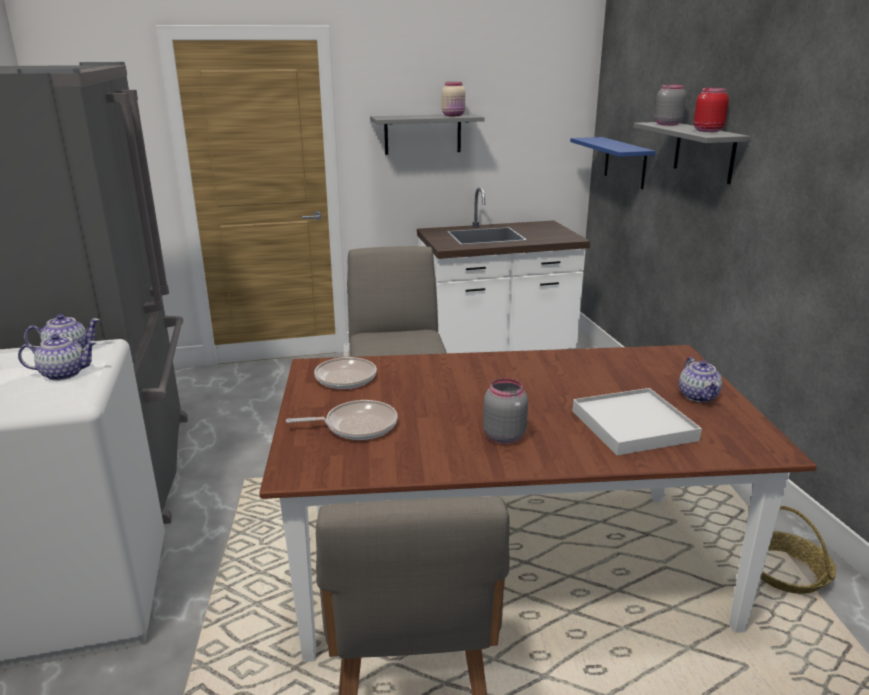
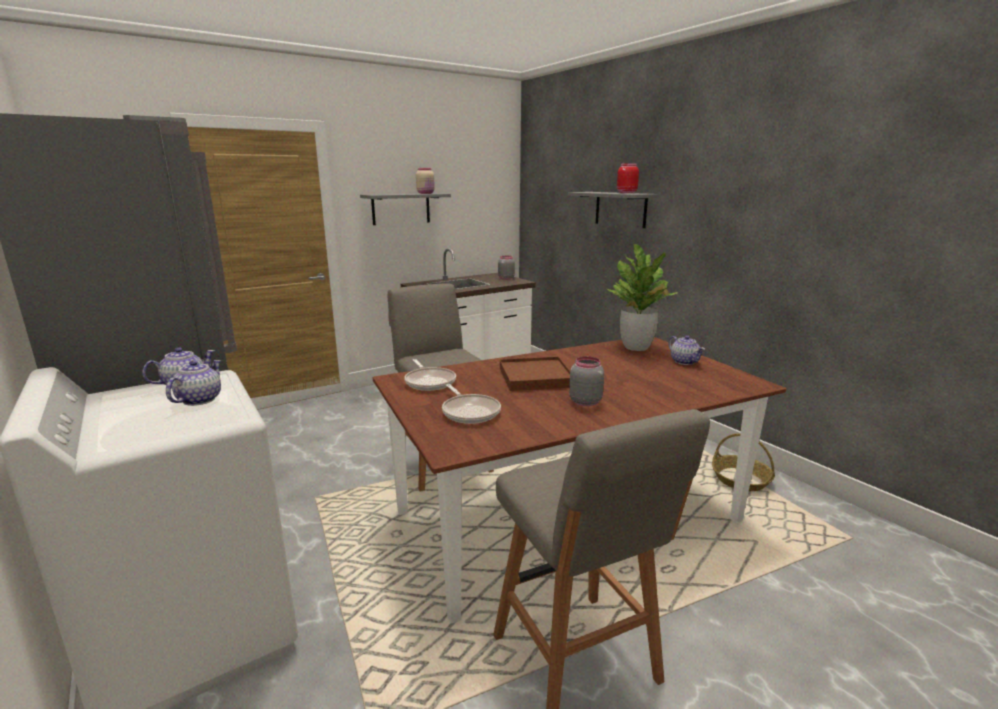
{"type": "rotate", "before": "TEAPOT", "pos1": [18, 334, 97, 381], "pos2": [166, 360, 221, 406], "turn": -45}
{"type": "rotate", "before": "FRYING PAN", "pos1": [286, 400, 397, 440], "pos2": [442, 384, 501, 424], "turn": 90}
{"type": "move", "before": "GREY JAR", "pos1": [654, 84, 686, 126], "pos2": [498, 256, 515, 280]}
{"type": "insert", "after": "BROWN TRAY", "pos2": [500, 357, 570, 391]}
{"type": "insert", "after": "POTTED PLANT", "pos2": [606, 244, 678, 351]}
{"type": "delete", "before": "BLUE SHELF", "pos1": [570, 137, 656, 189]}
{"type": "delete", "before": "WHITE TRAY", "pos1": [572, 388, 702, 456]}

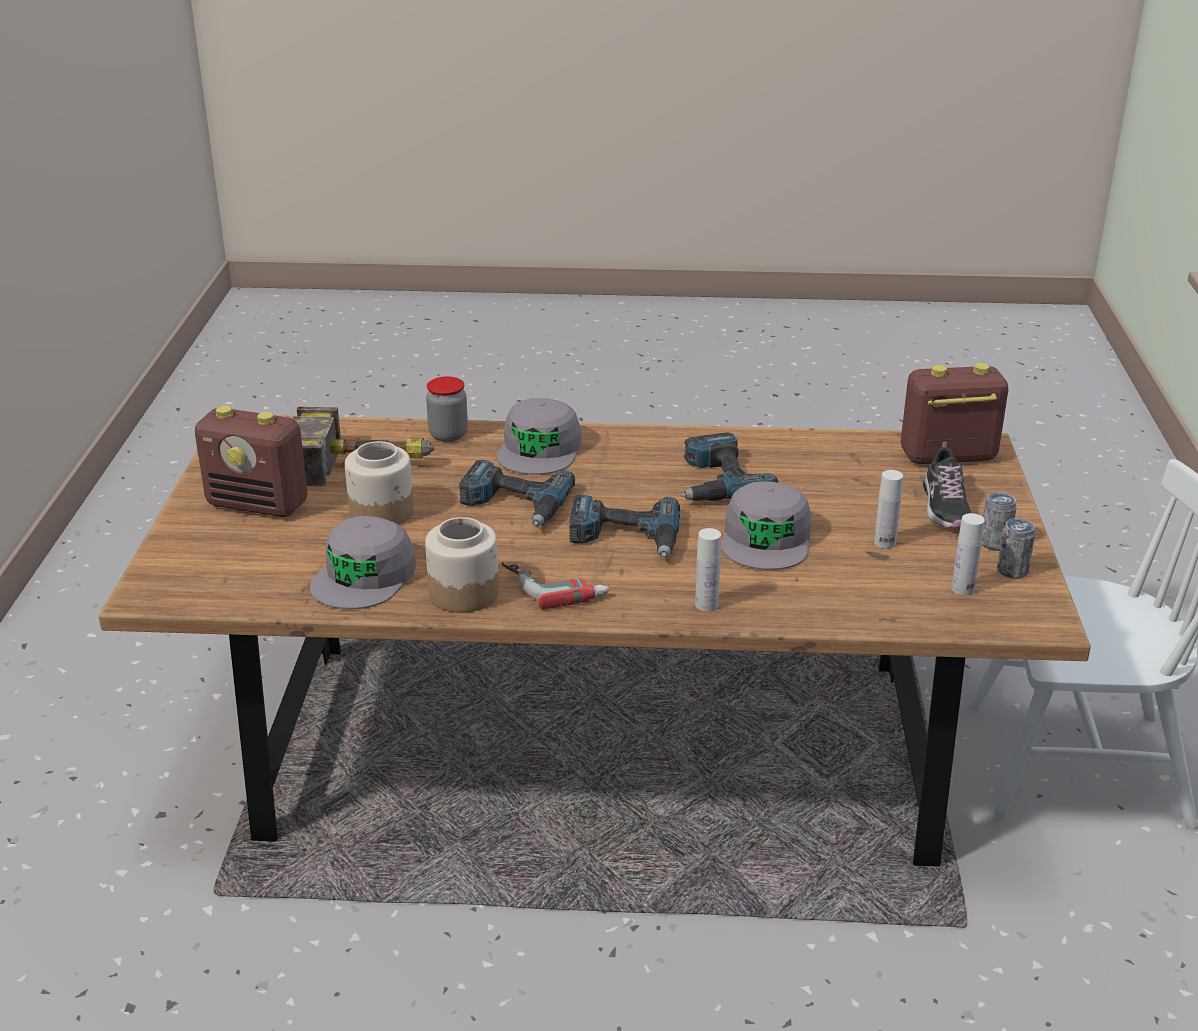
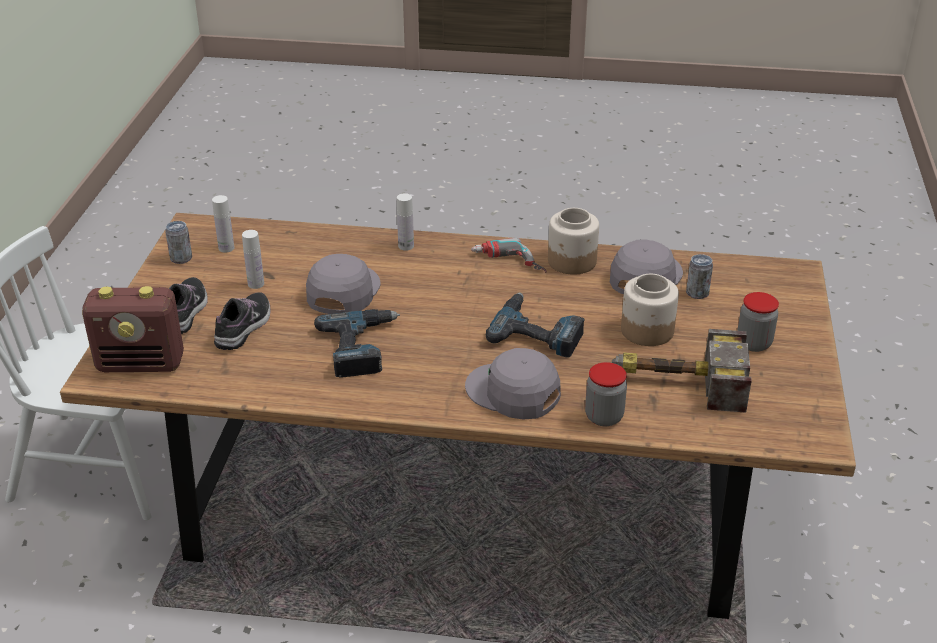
{"type": "insert", "after": "SHOE", "pos2": [214, 292, 270, 350]}
{"type": "rotate", "before": "GREY CAP", "pos1": [497, 398, 582, 475], "pos2": [465, 348, 561, 420], "turn": -75}
{"type": "move", "before": "CAN", "pos1": [982, 492, 1017, 551], "pos2": [686, 254, 713, 299]}
{"type": "replace", "before": "RADIO", "after": "JAR", "pos1": [194, 406, 307, 517], "pos2": [737, 292, 779, 352]}
{"type": "delete", "before": "POWER DRILL", "pos1": [569, 495, 680, 558]}

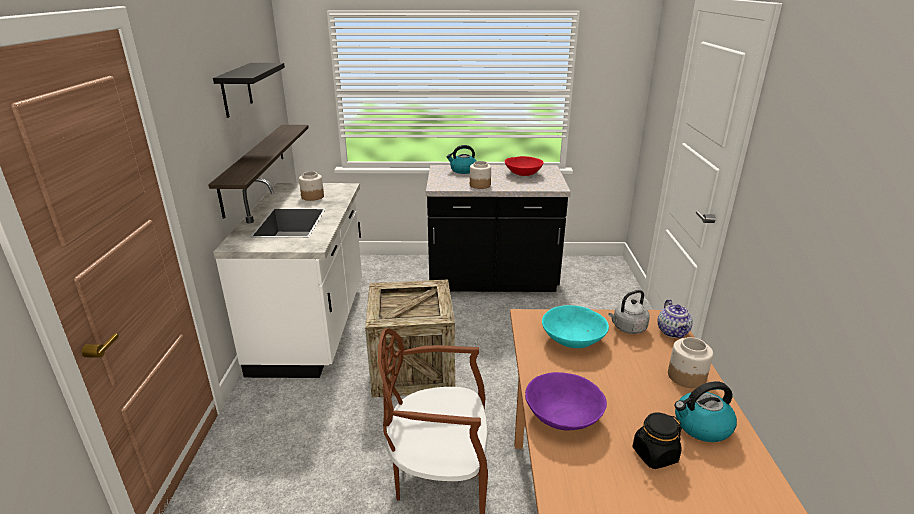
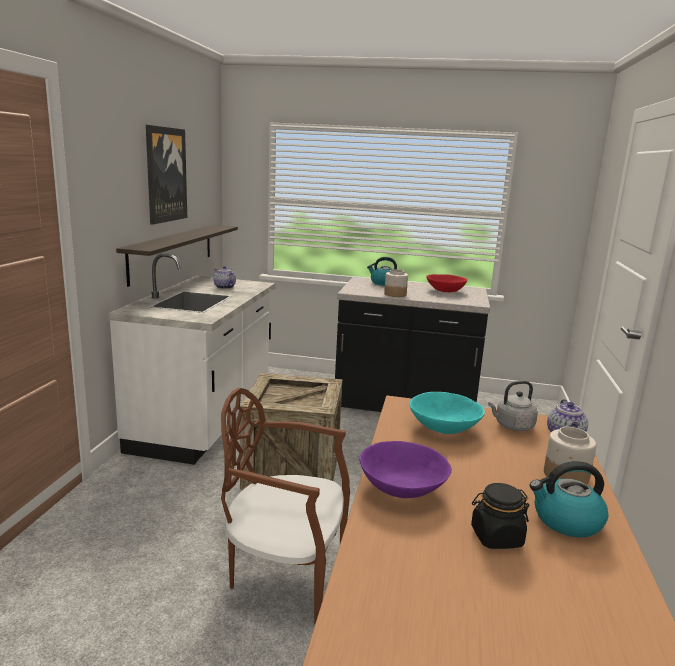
{"type": "replace", "before": "BLACK SHELF", "after": "PICTURE", "pos1": [213, 63, 285, 118], "pos2": [146, 125, 187, 225]}
{"type": "replace", "before": "JAR", "after": "TEAPOT", "pos1": [299, 172, 324, 201], "pos2": [214, 266, 236, 289]}

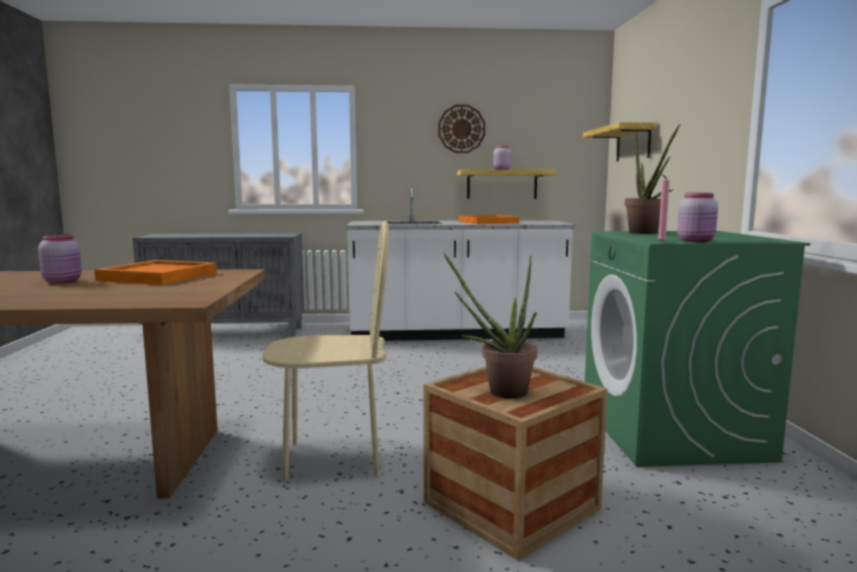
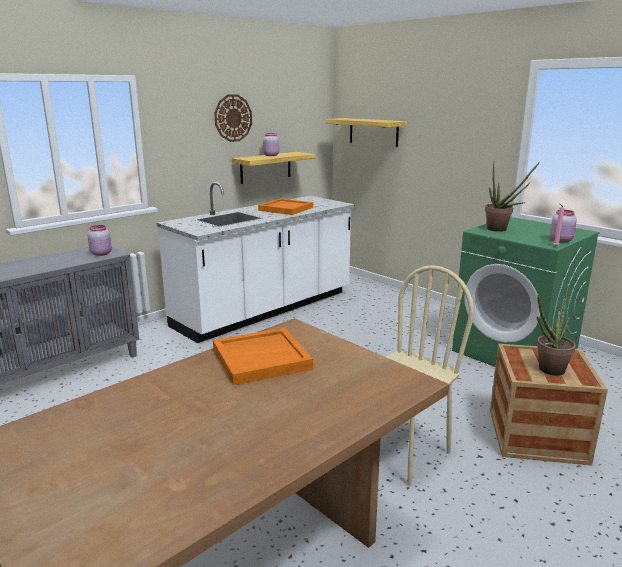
{"type": "move", "before": "PINK JAR", "pos1": [38, 234, 82, 284], "pos2": [88, 225, 112, 256]}

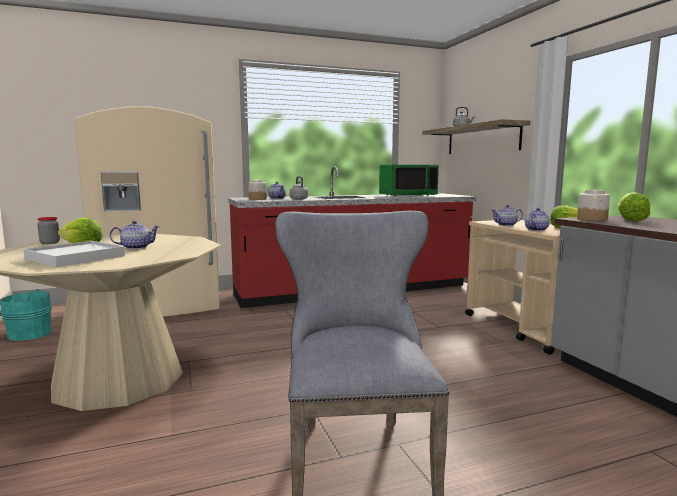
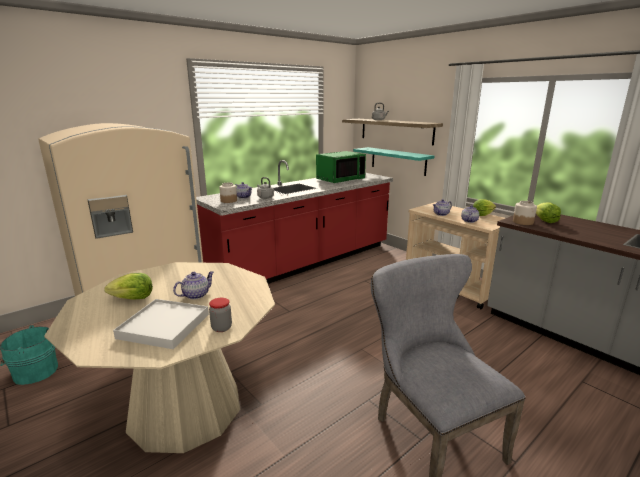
{"type": "move", "before": "JAR", "pos1": [37, 217, 60, 244], "pos2": [209, 298, 232, 332]}
{"type": "insert", "after": "TURQUOISE SHELF", "pos2": [353, 147, 434, 176]}

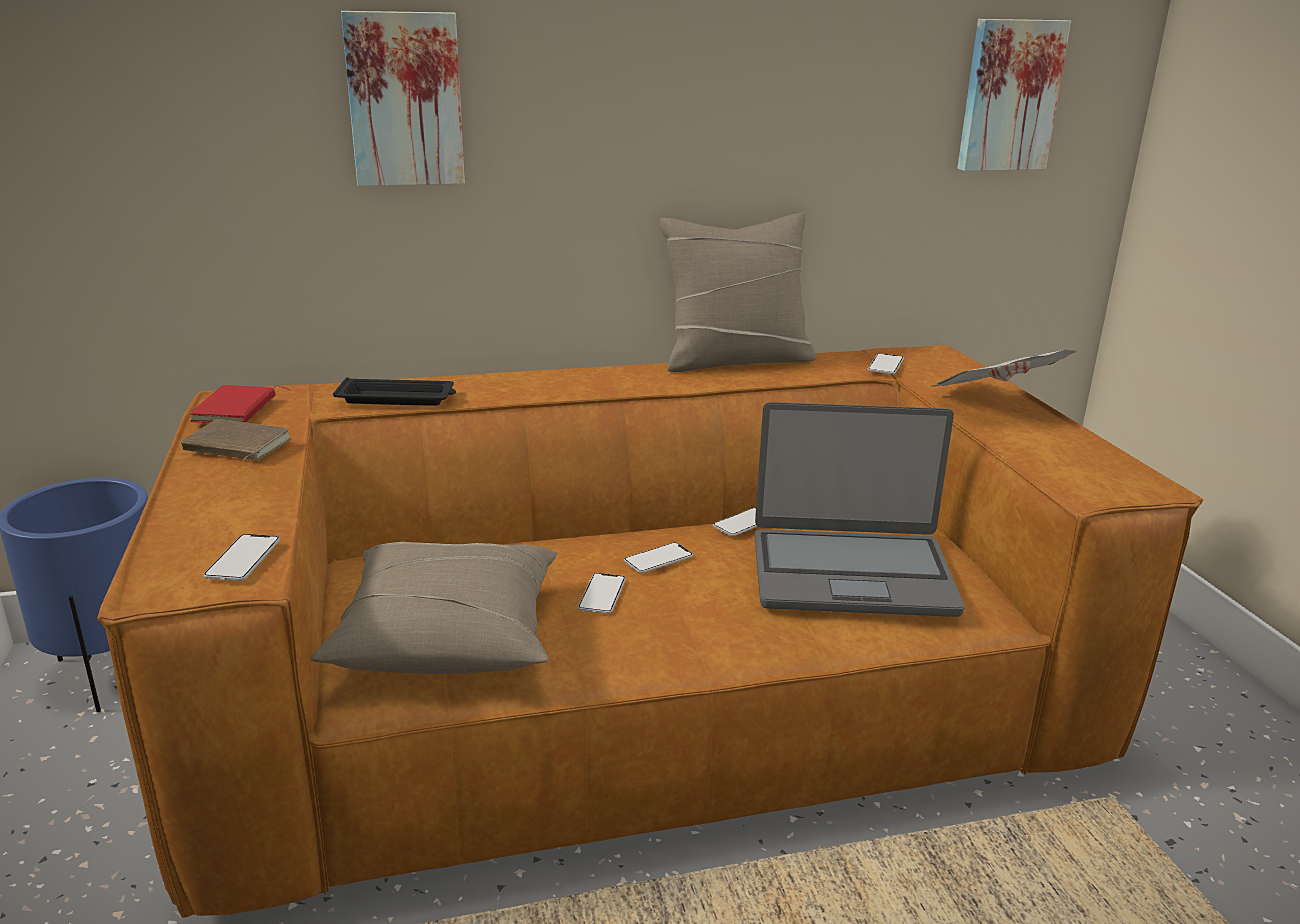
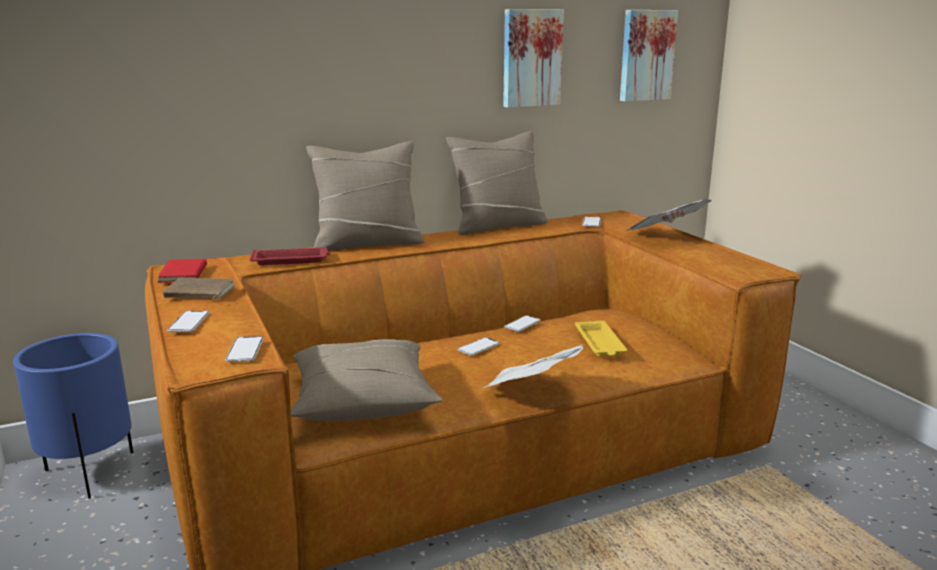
{"type": "move", "before": "PHONE", "pos1": [578, 573, 626, 614], "pos2": [167, 311, 210, 332]}
{"type": "recolor", "before": "BLACK TRAY", "after": "RED TRAY", "pos1": [333, 377, 456, 406], "pos2": [250, 247, 331, 265]}
{"type": "insert", "after": "BEIGE PILLOW", "pos2": [306, 141, 424, 251]}
{"type": "insert", "after": "NEWSPAPER", "pos2": [483, 344, 584, 388]}
{"type": "move", "before": "PICTURE", "pos1": [341, 11, 465, 186], "pos2": [503, 9, 564, 108]}
{"type": "replace", "before": "LAPTOP", "after": "YELLOW TRAY", "pos1": [755, 402, 964, 617], "pos2": [575, 321, 627, 357]}

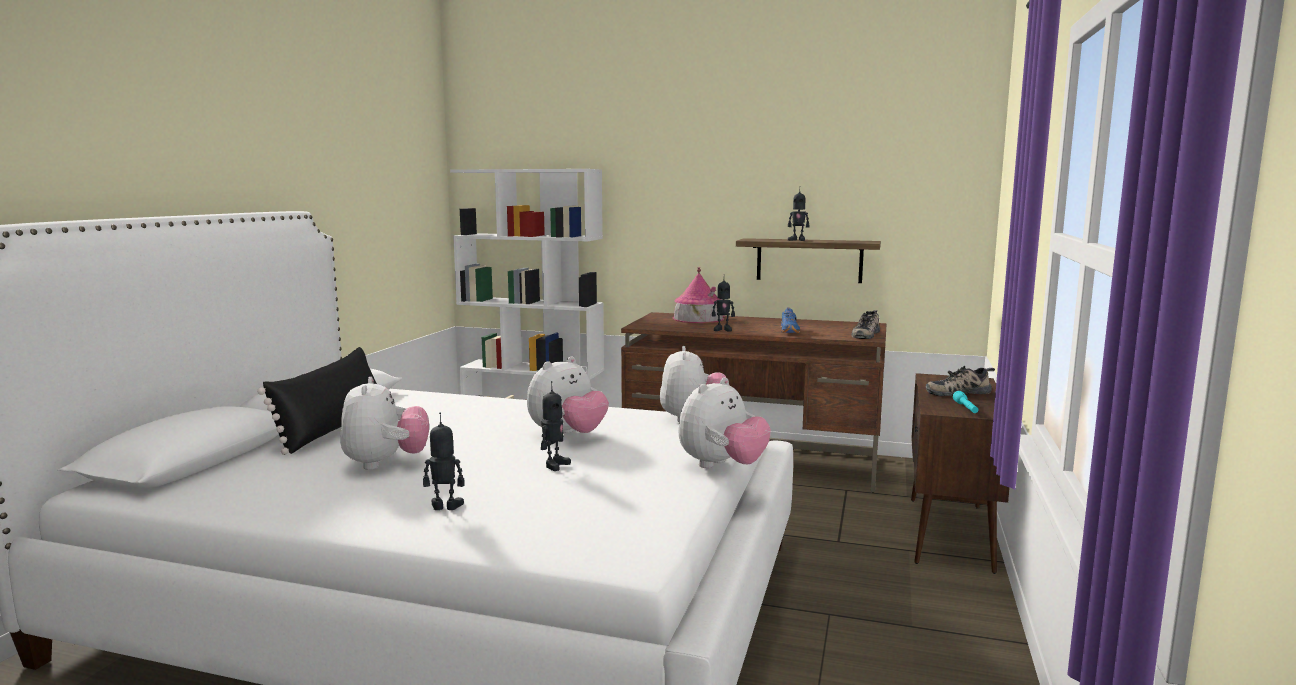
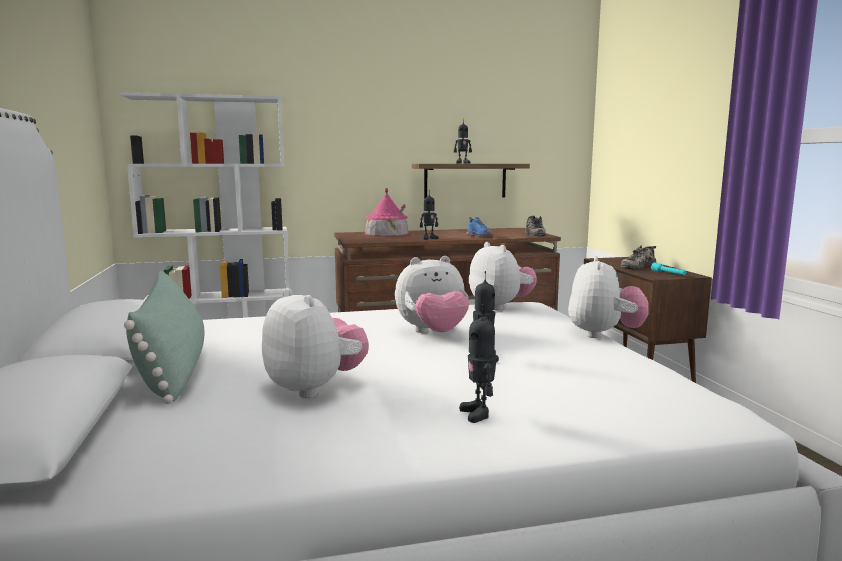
{"type": "recolor", "before": "BLACK PILLOW", "after": "GREEN PILLOW", "pos1": [257, 347, 377, 455], "pos2": [124, 271, 204, 404]}
{"type": "rotate", "before": "PLUSH TOY", "pos1": [527, 356, 609, 433], "pos2": [395, 256, 469, 333], "turn": 60}
{"type": "rotate", "before": "TOY ROBOT", "pos1": [423, 412, 465, 510], "pos2": [459, 304, 496, 423], "turn": -75}

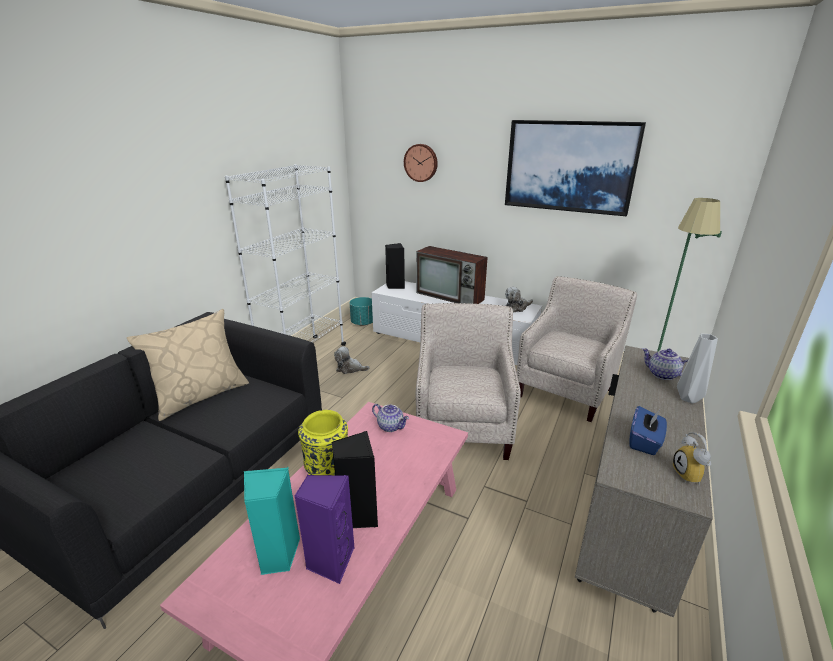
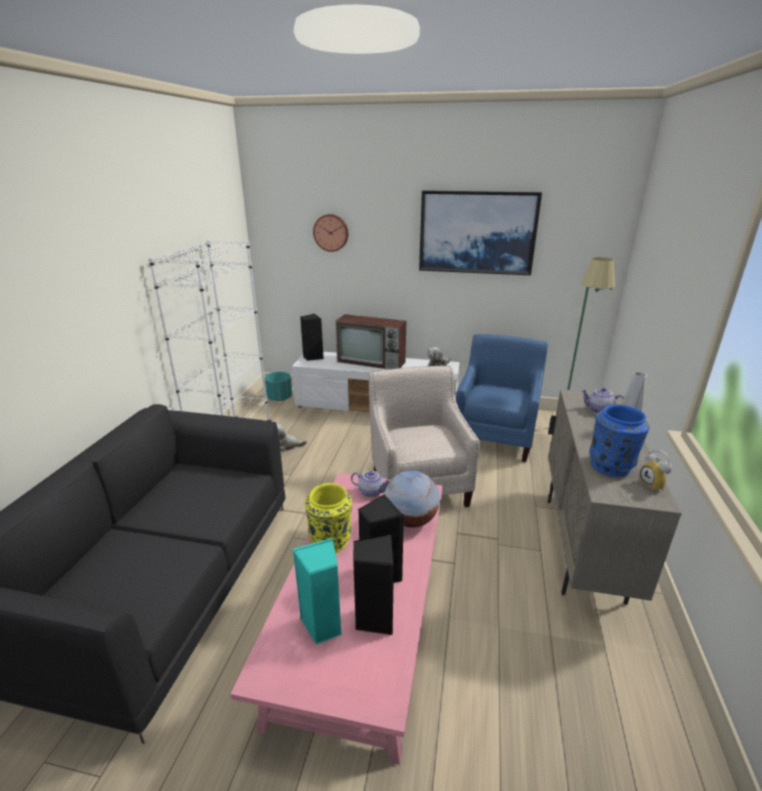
{"type": "recolor", "before": "PURPLE SPEAKER", "after": "BLACK SPEAKER", "pos1": [295, 475, 355, 584], "pos2": [353, 535, 394, 635]}
{"type": "insert", "after": "GLOBE", "pos2": [384, 470, 440, 528]}
{"type": "recolor", "before": "BEIGE ARMCHAIR", "after": "BLUE ARMCHAIR", "pos1": [516, 276, 637, 422], "pos2": [456, 334, 548, 462]}
{"type": "replace", "before": "BLUE TISSUE BOX", "after": "BLUE VASE", "pos1": [629, 406, 667, 455], "pos2": [589, 404, 649, 477]}
{"type": "delete", "before": "BEIGE PILLOW", "pos1": [127, 309, 249, 421]}

